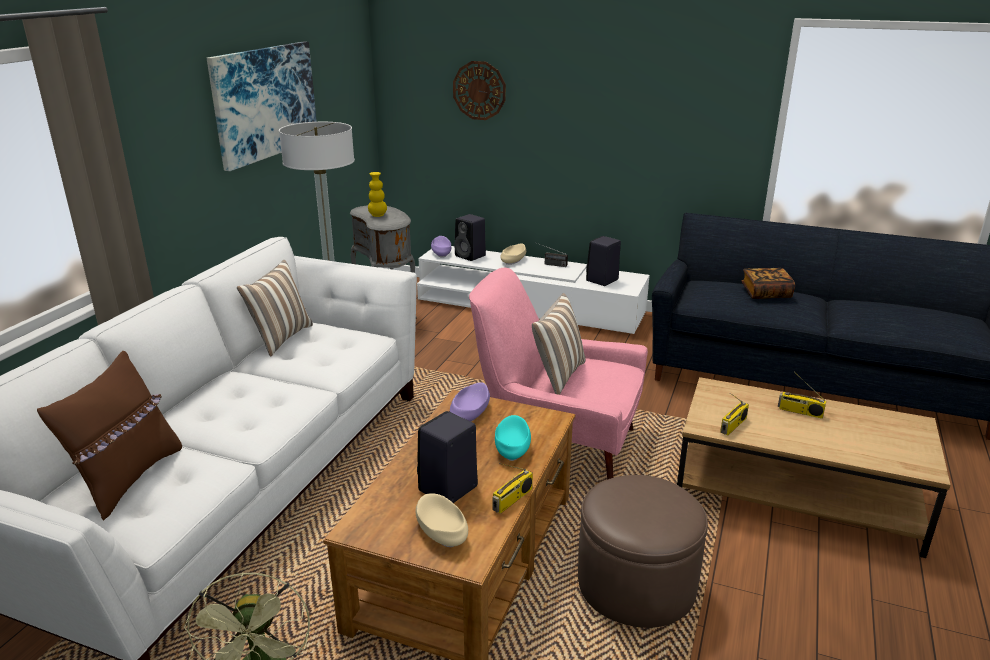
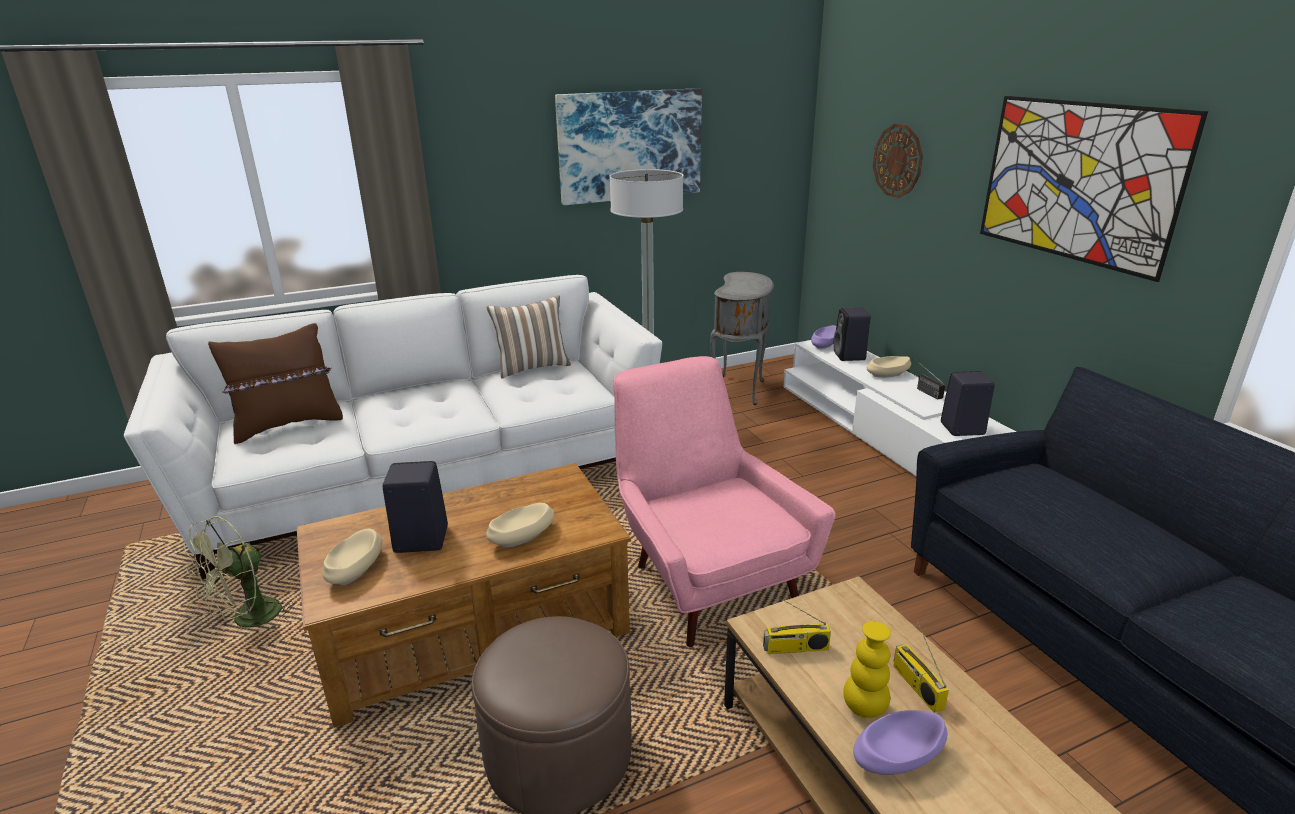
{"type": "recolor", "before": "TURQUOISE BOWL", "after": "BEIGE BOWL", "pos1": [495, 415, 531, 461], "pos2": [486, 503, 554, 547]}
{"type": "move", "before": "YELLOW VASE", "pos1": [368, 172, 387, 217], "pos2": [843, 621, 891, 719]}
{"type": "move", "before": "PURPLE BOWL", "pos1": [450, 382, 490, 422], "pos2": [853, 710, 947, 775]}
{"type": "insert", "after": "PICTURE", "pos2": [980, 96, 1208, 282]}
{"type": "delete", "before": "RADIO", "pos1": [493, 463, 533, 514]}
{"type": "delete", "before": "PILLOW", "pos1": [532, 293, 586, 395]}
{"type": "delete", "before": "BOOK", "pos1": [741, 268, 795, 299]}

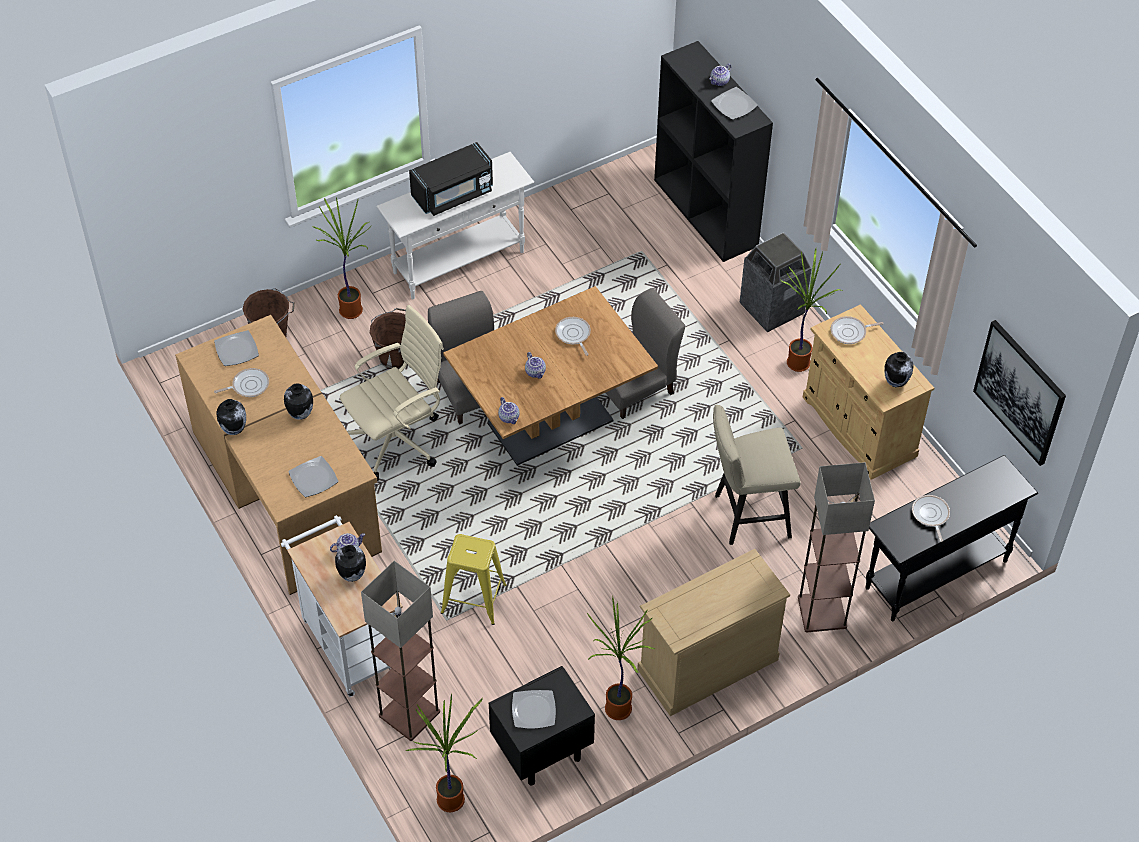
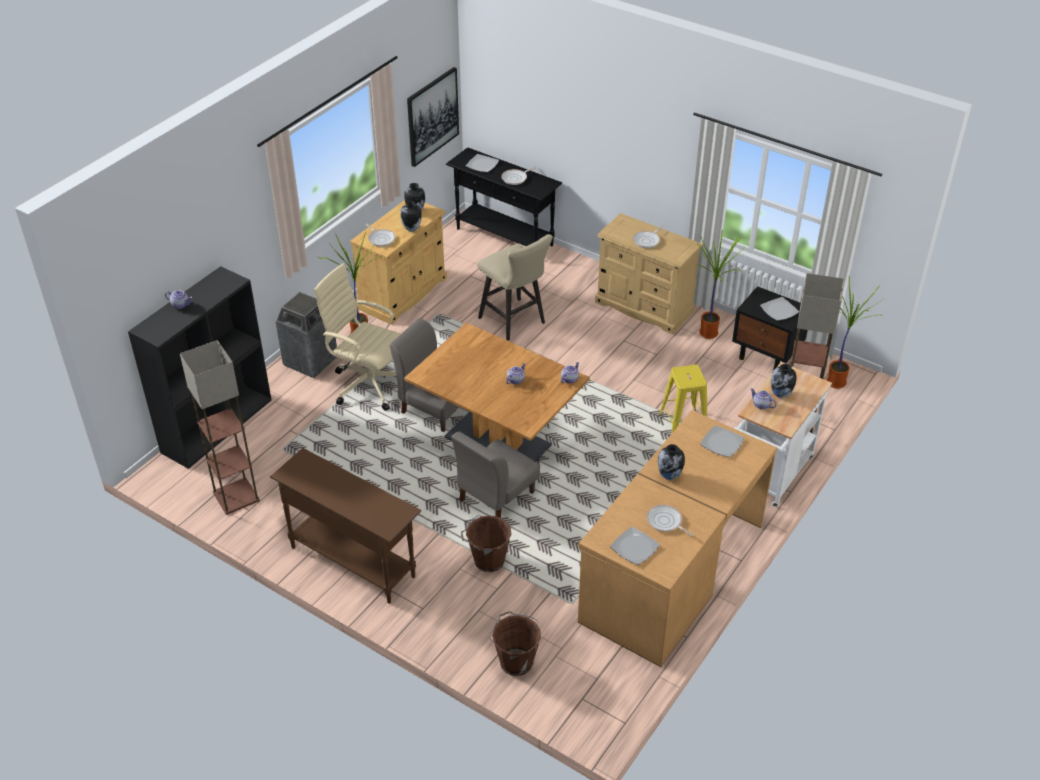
{"type": "move", "before": "FLOOR LAMP", "pos1": [798, 462, 875, 632], "pos2": [180, 340, 260, 515]}
{"type": "recolor", "before": "WHITE CONSOLE TABLE", "after": "BROWN CONSOLE TABLE", "pos1": [377, 152, 534, 299], "pos2": [270, 448, 421, 604]}
{"type": "move", "before": "BEIGE OFFICE CHAIR", "pos1": [340, 305, 444, 481], "pos2": [314, 263, 400, 411]}
{"type": "move", "before": "VASE", "pos1": [216, 399, 246, 435], "pos2": [401, 201, 422, 232]}
{"type": "move", "before": "PLATE", "pos1": [711, 87, 758, 120], "pos2": [466, 154, 499, 172]}
{"type": "move", "before": "FRYING PAN", "pos1": [555, 317, 591, 356], "pos2": [633, 225, 664, 248]}
{"type": "delete", "before": "POTTED PLANT", "pos1": [312, 197, 372, 319]}
{"type": "delete", "before": "BLACK MICROWAVE", "pos1": [409, 142, 493, 216]}

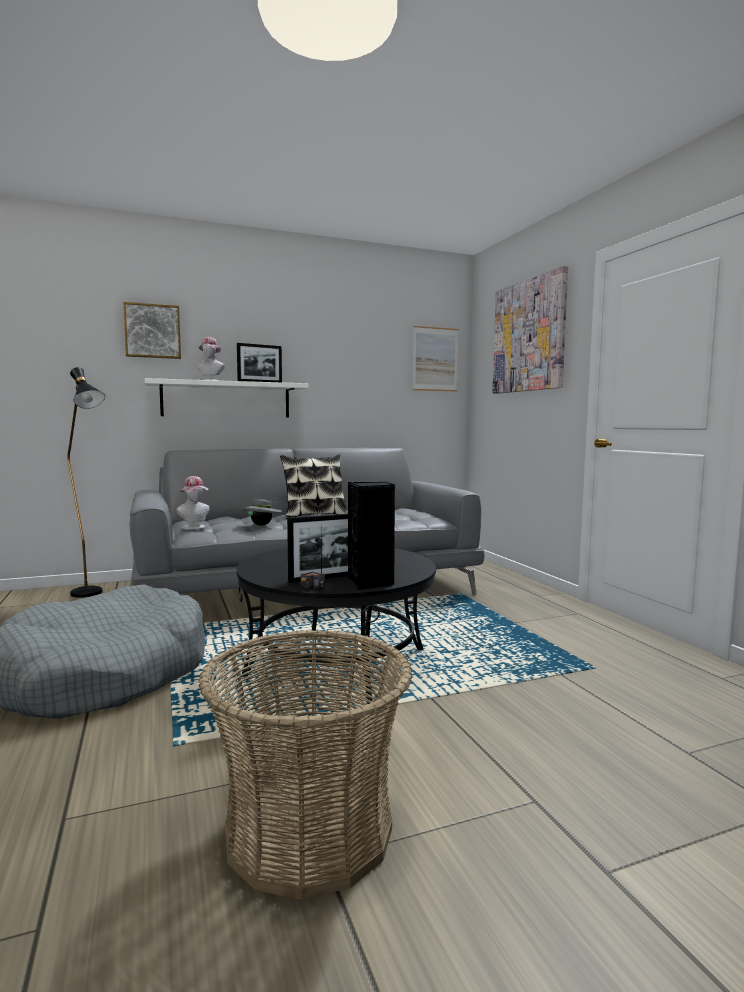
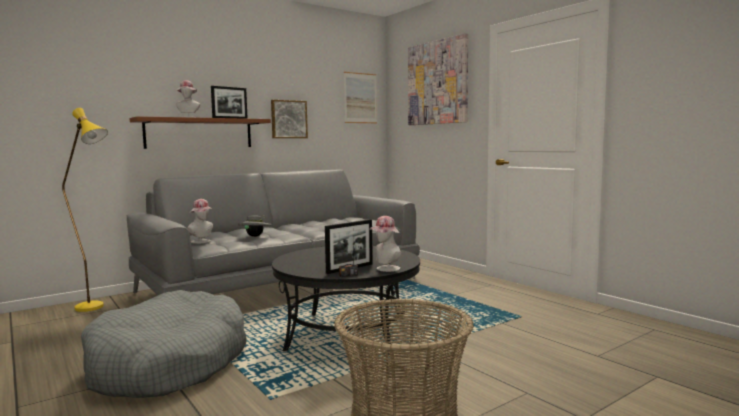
{"type": "recolor", "before": "BLACK FLOOR LAMP", "after": "YELLOW FLOOR LAMP", "pos1": [67, 367, 105, 598], "pos2": [62, 108, 108, 312]}
{"type": "recolor", "before": "WHITE SHELF", "after": "BROWN SHELF", "pos1": [145, 378, 308, 418], "pos2": [130, 116, 271, 149]}
{"type": "move", "before": "PICTURE", "pos1": [123, 302, 181, 359], "pos2": [271, 100, 308, 138]}
{"type": "replace", "before": "BLACK SPEAKER", "after": "HAT", "pos1": [348, 482, 395, 590], "pos2": [369, 216, 401, 272]}
{"type": "delete", "before": "PILLOW", "pos1": [280, 454, 348, 519]}

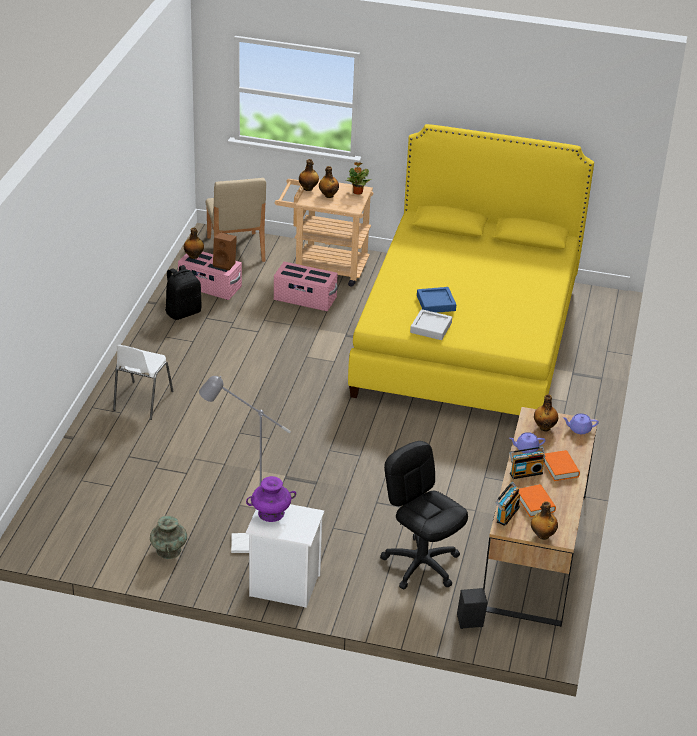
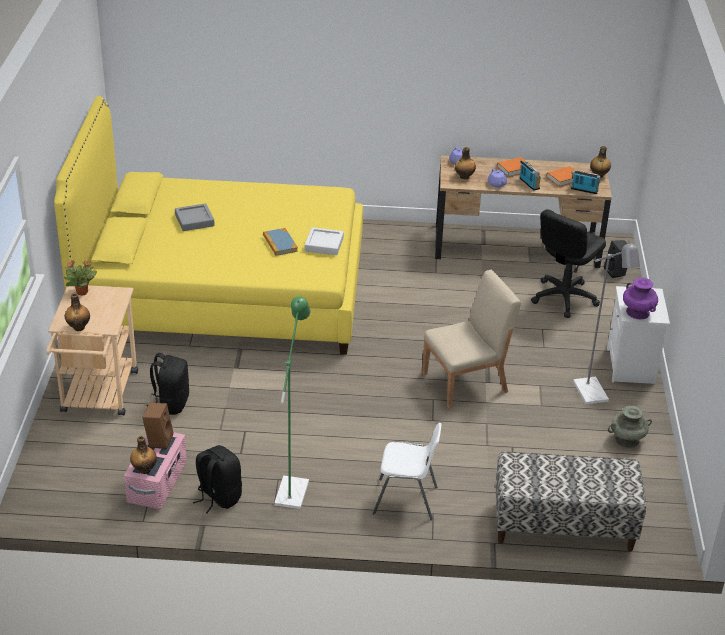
{"type": "replace", "before": "PINK STORAGE BOX", "after": "BLACK BACKPACK", "pos1": [274, 262, 338, 311], "pos2": [146, 353, 189, 415]}
{"type": "insert", "after": "GREY TRAY", "pos2": [175, 203, 215, 231]}
{"type": "replace", "before": "BLUE TRAY", "after": "BOOK", "pos1": [417, 287, 456, 313], "pos2": [263, 228, 298, 256]}
{"type": "insert", "after": "GREEN FLOOR LAMP", "pos2": [274, 296, 310, 509]}
{"type": "move", "before": "BEIGE CHAIR", "pos1": [206, 178, 266, 262], "pos2": [422, 270, 521, 408]}
{"type": "insert", "after": "BENCH", "pos2": [495, 452, 646, 551]}
{"type": "delete", "before": "BOTTLE", "pos1": [319, 166, 339, 198]}

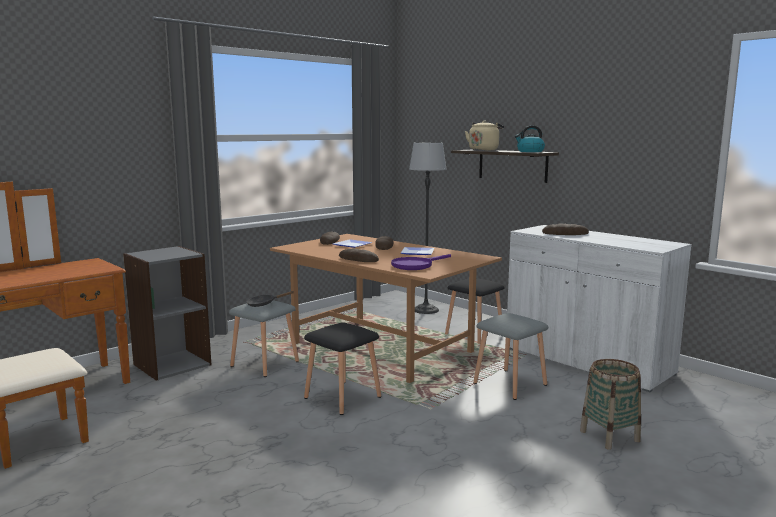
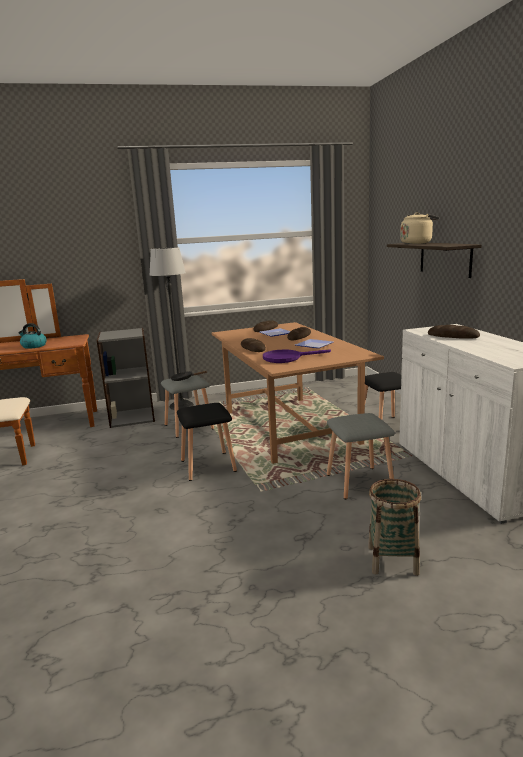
{"type": "move", "before": "KETTLE", "pos1": [515, 126, 545, 152], "pos2": [18, 323, 47, 349]}
{"type": "move", "before": "FLOOR LAMP", "pos1": [409, 142, 447, 314], "pos2": [149, 247, 194, 410]}

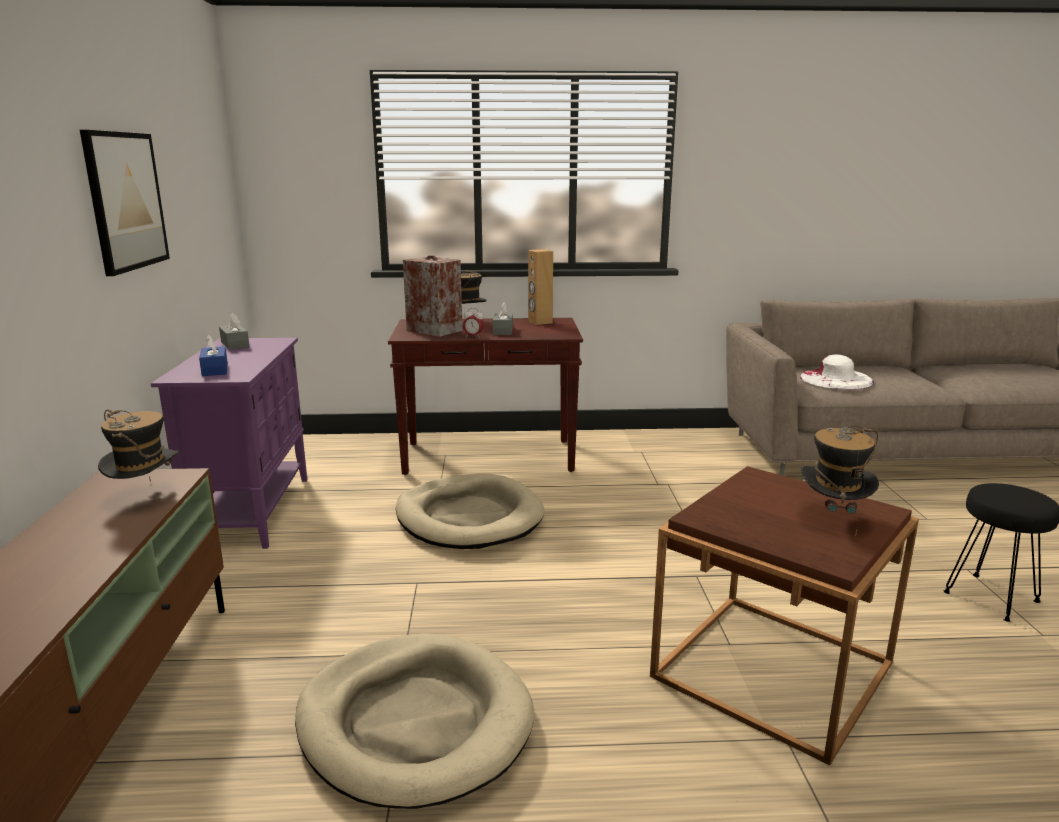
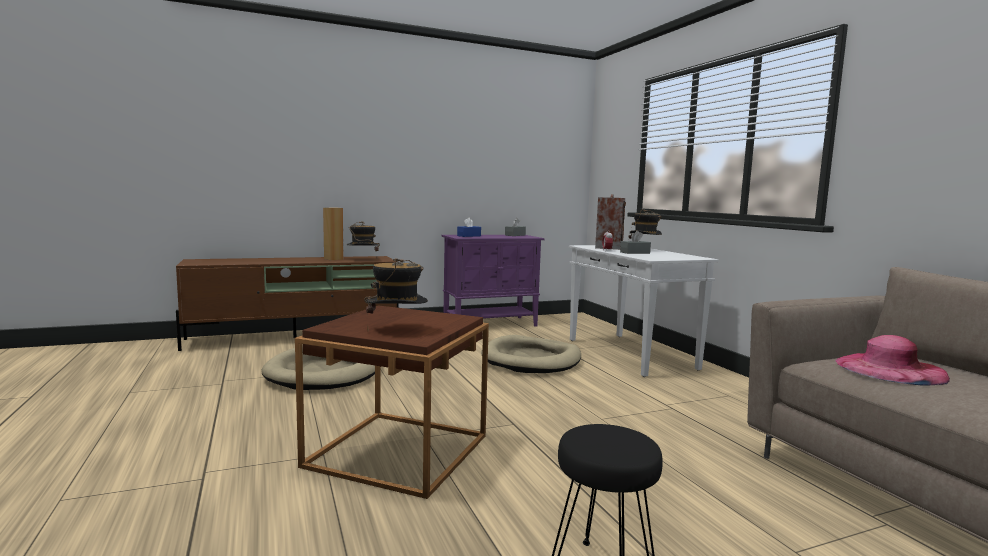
{"type": "move", "before": "BROWN SPEAKER", "pos1": [528, 249, 553, 325], "pos2": [323, 207, 344, 260]}
{"type": "recolor", "before": "BROWN CONSOLE TABLE", "after": "WHITE CONSOLE TABLE", "pos1": [388, 318, 583, 475], "pos2": [569, 245, 719, 377]}
{"type": "recolor", "before": "WHITE HAT", "after": "PINK HAT", "pos1": [800, 354, 874, 390], "pos2": [835, 335, 950, 386]}
{"type": "delete", "before": "PICTURE", "pos1": [80, 130, 170, 276]}

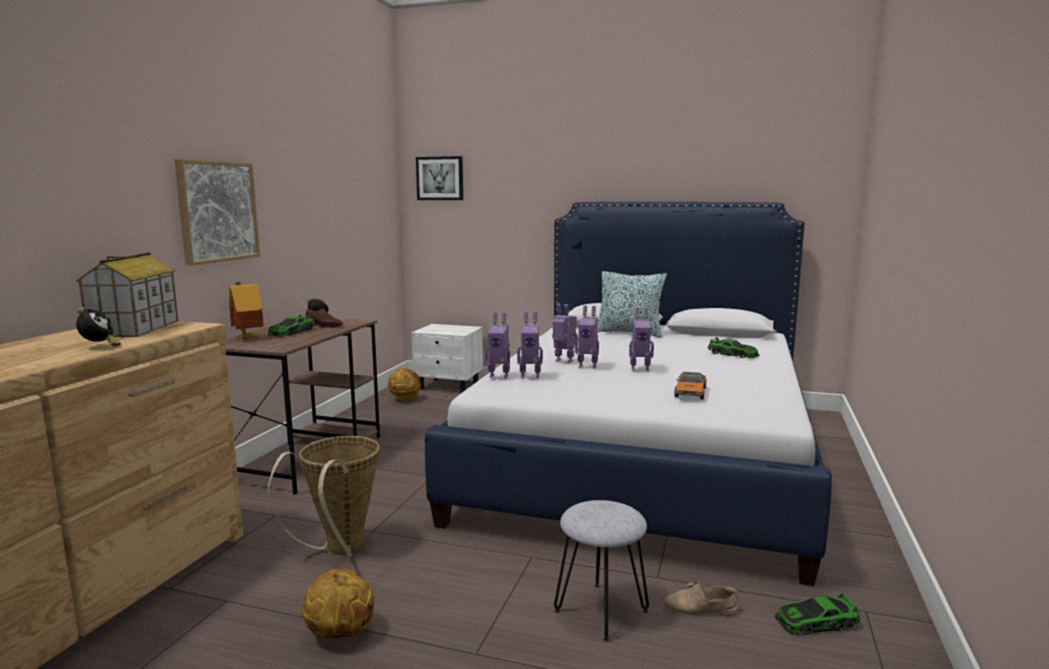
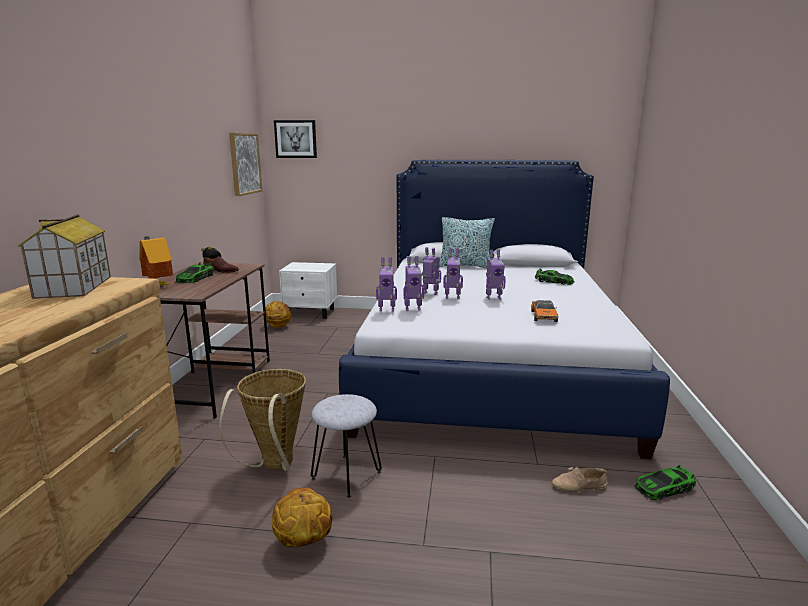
{"type": "move", "before": "PICTURE", "pos1": [175, 159, 260, 266], "pos2": [229, 133, 262, 196]}
{"type": "move", "before": "GREY STOOL", "pos1": [554, 500, 649, 642], "pos2": [311, 394, 382, 498]}
{"type": "delete", "before": "ALARM CLOCK", "pos1": [76, 307, 121, 347]}

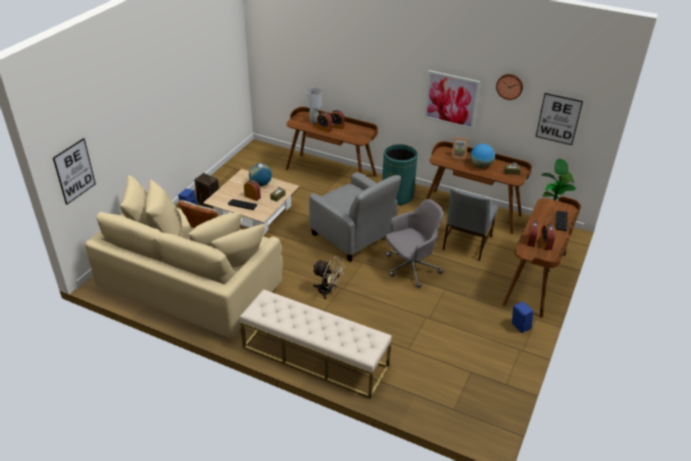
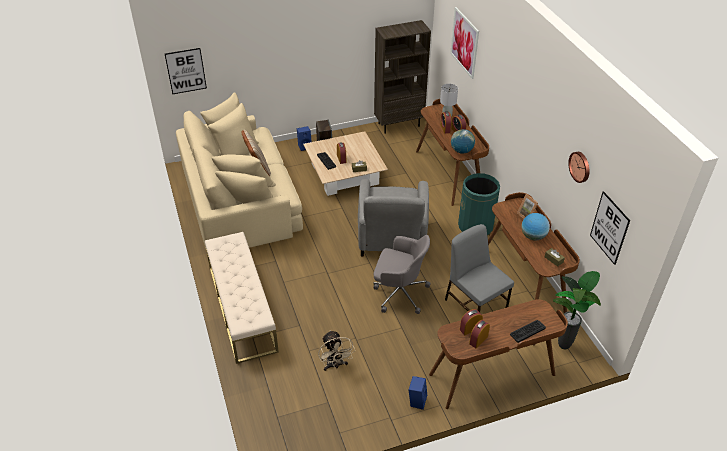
{"type": "move", "before": "BEIGE FAN", "pos1": [312, 256, 346, 299], "pos2": [318, 330, 355, 371]}
{"type": "insert", "after": "BROWN BOOKCASE", "pos2": [374, 20, 431, 134]}
{"type": "rotate", "before": "GREY CHAIR", "pos1": [443, 189, 498, 261], "pos2": [445, 224, 514, 312], "turn": 75}
{"type": "move", "before": "PICTURE", "pos1": [424, 70, 480, 130], "pos2": [450, 7, 479, 79]}
{"type": "move", "before": "GLOBE", "pos1": [249, 163, 272, 186], "pos2": [451, 129, 475, 154]}

